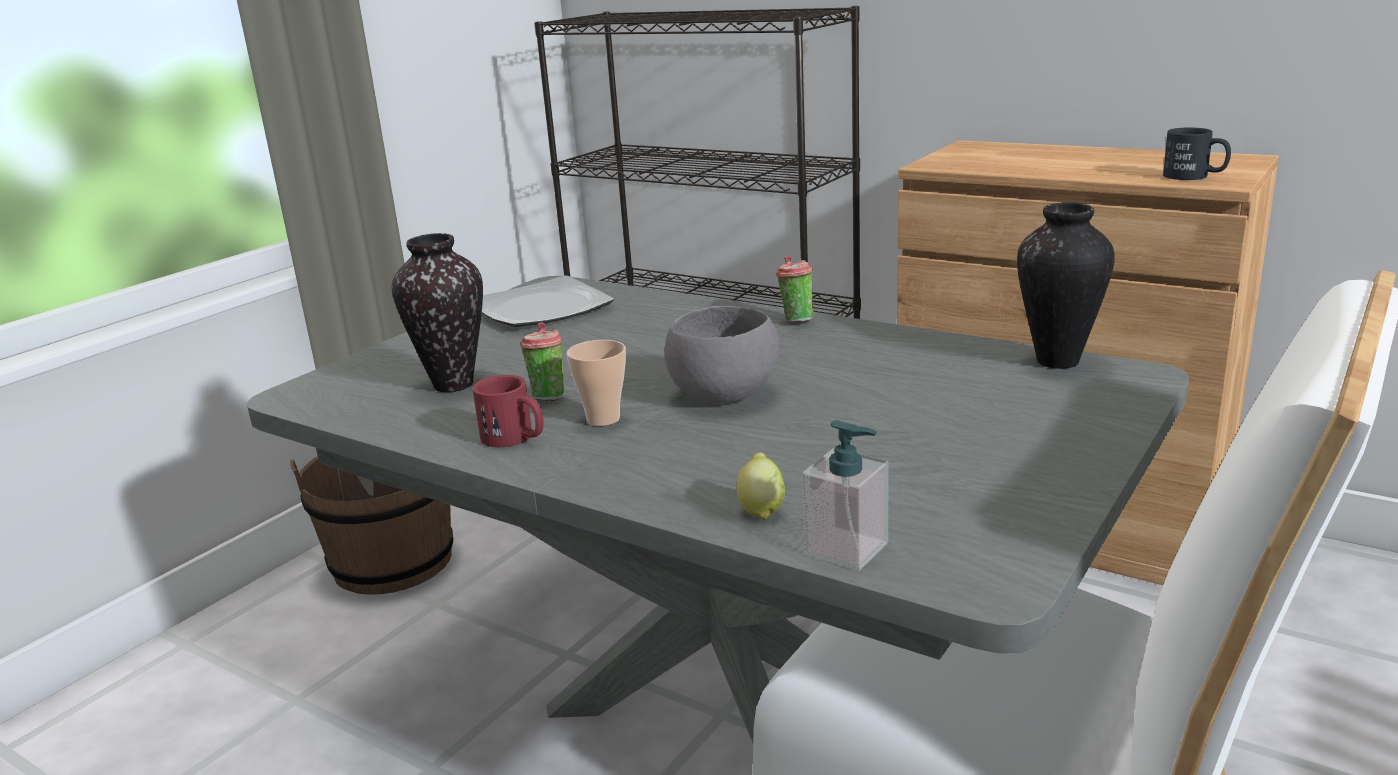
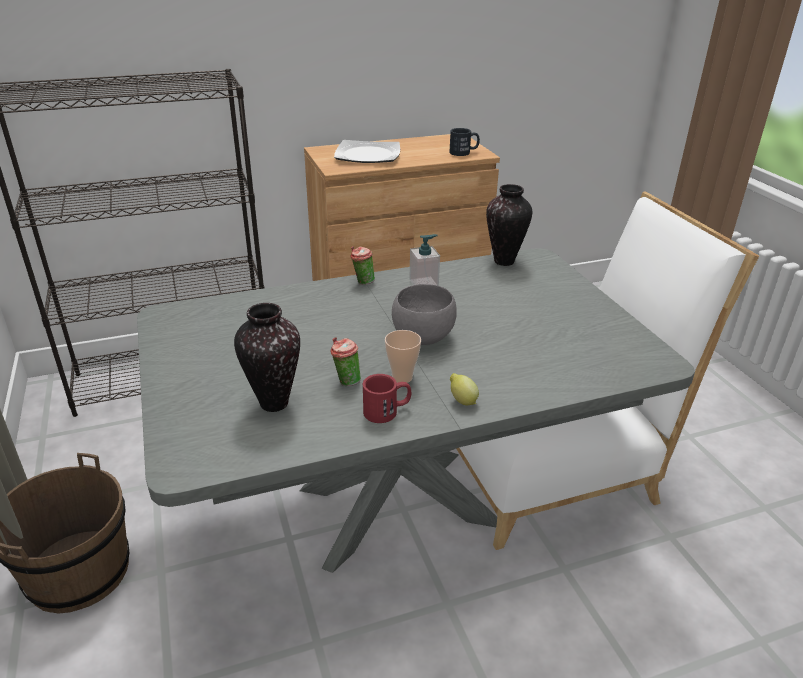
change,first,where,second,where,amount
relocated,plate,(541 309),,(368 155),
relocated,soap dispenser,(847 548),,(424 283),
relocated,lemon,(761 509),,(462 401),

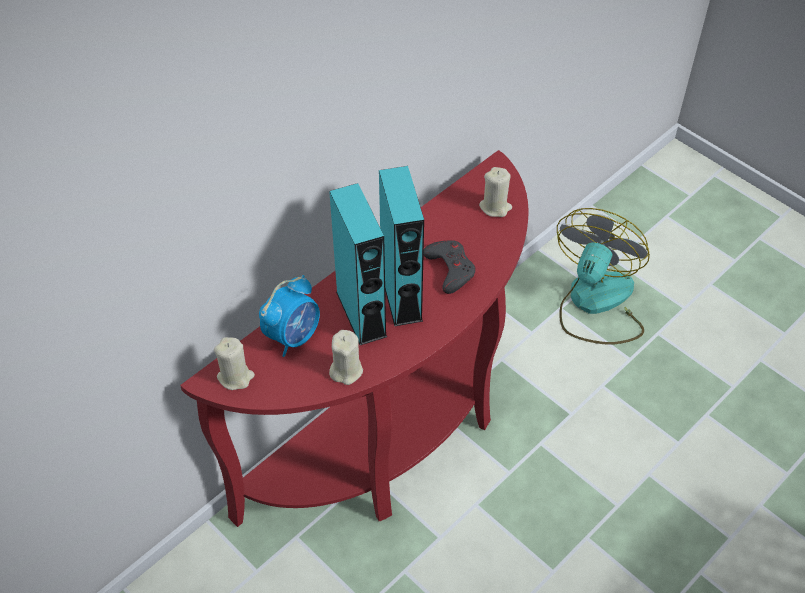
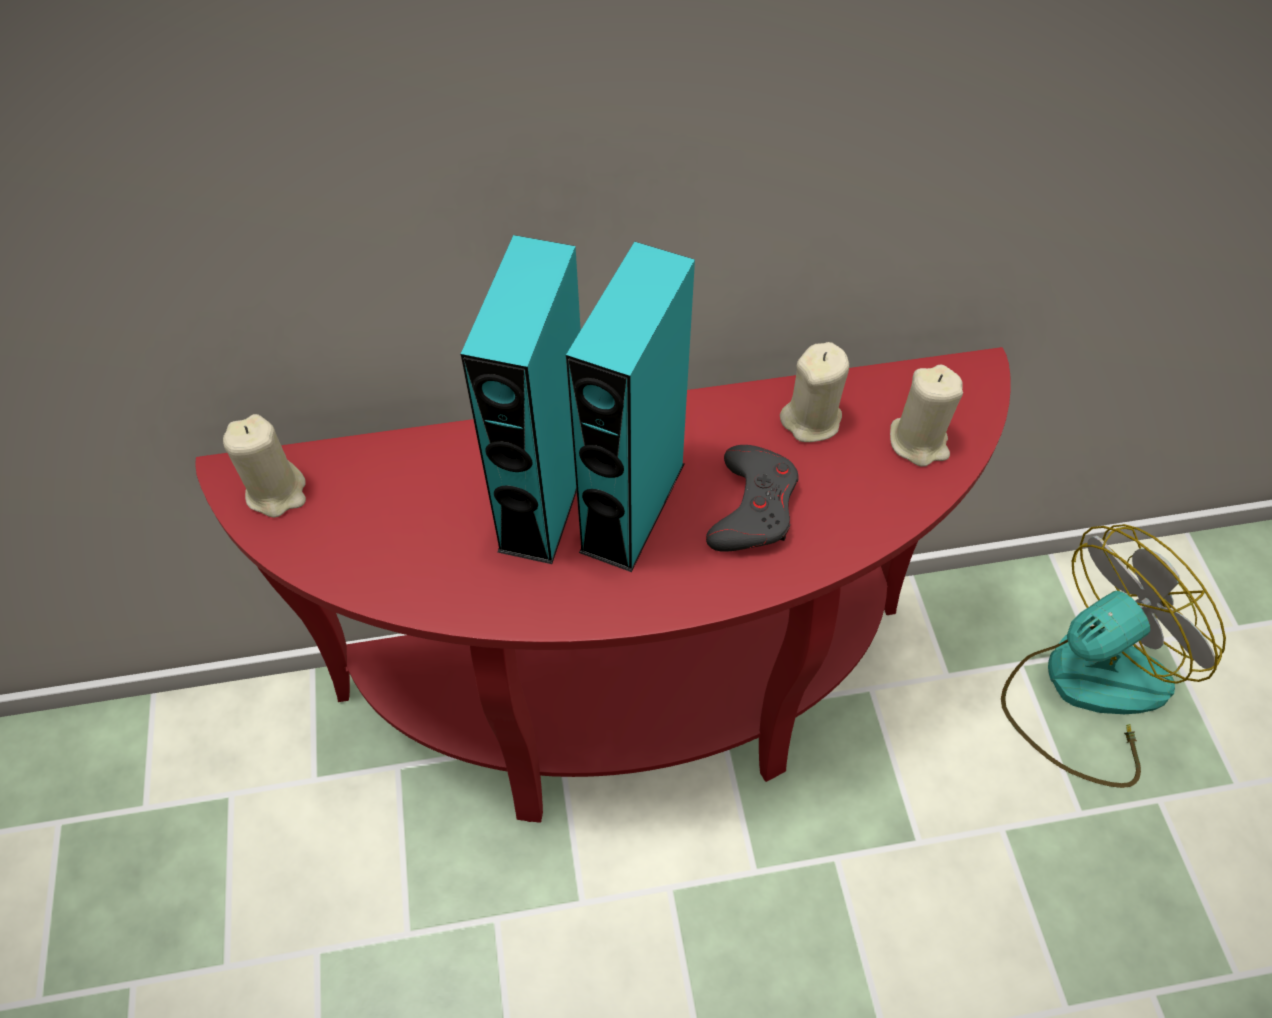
change,first,where,second,where,amount
missing,alarm clock,(293 336),,,
relocated,beige candle,(346 370),,(811 419),

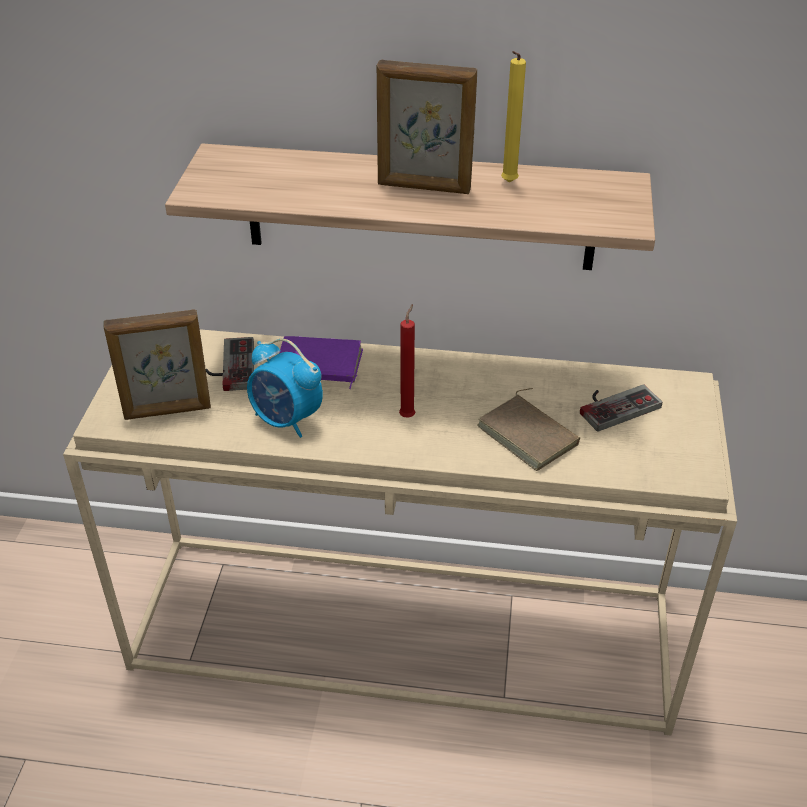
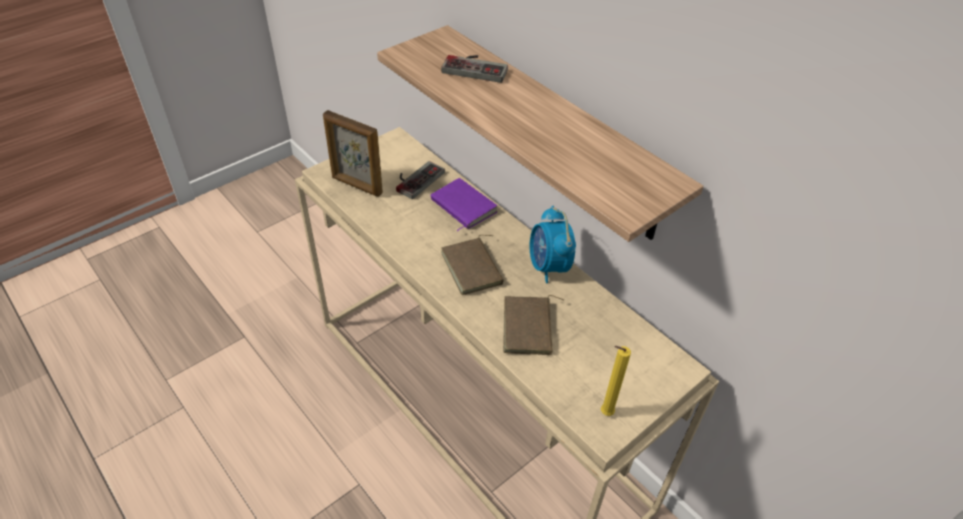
change,first,where,second,where,amount
relocated,yellow candle,(507 183),,(604 413),
missing,picture frame,(424 187),,,
exchanged,red candle,(408 415),brown book,(474 268),
relocated,alarm clock,(286 420),,(548 267),
relocated,game controller,(614 404),,(476 67),

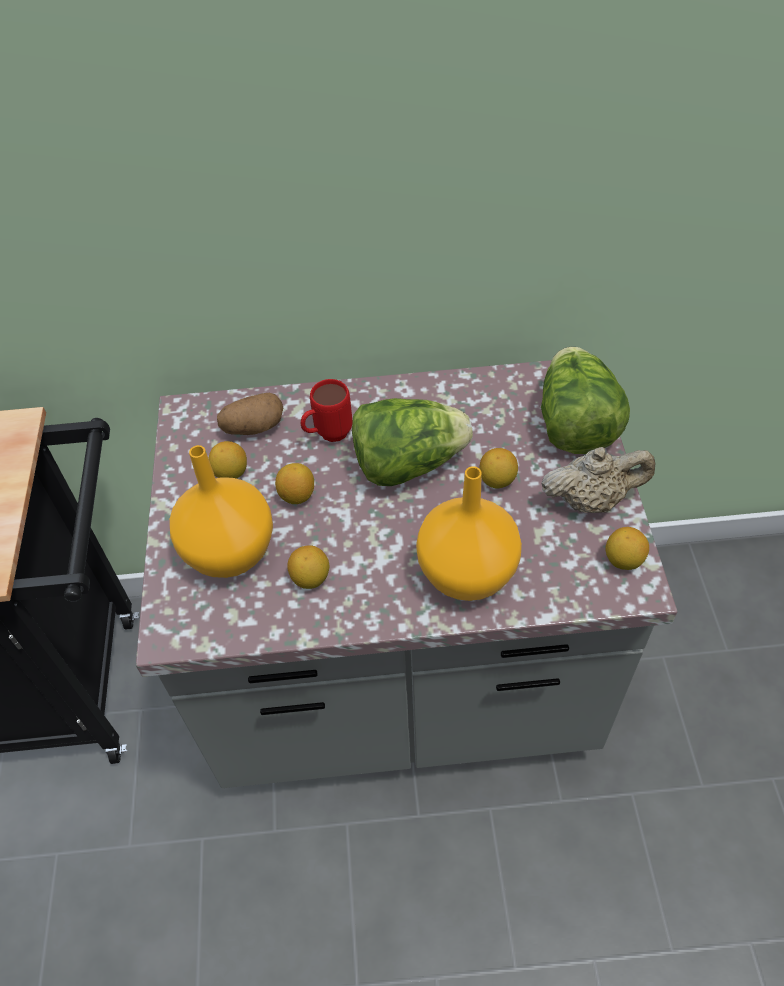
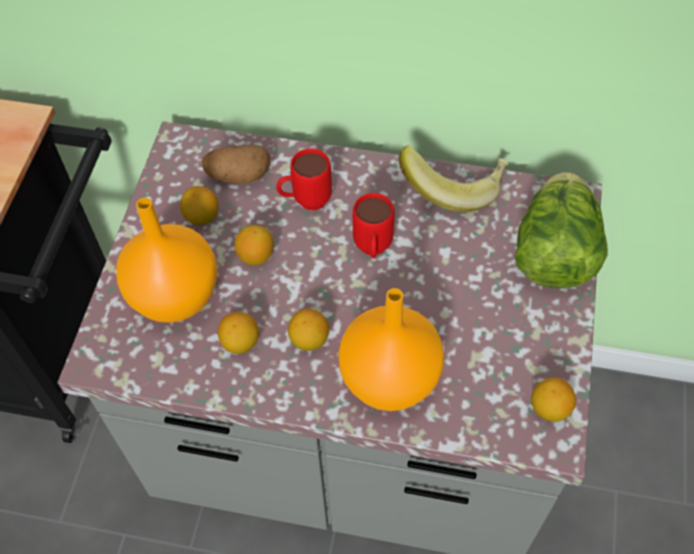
change,first,where,second,where,amount
exchanged,lettuce,(408 463),red mug,(372 251),
missing,beige teapot,(591 500),,,
relocated,lemon,(497 480),,(309 340),
appeared,,,banana,(453 186),

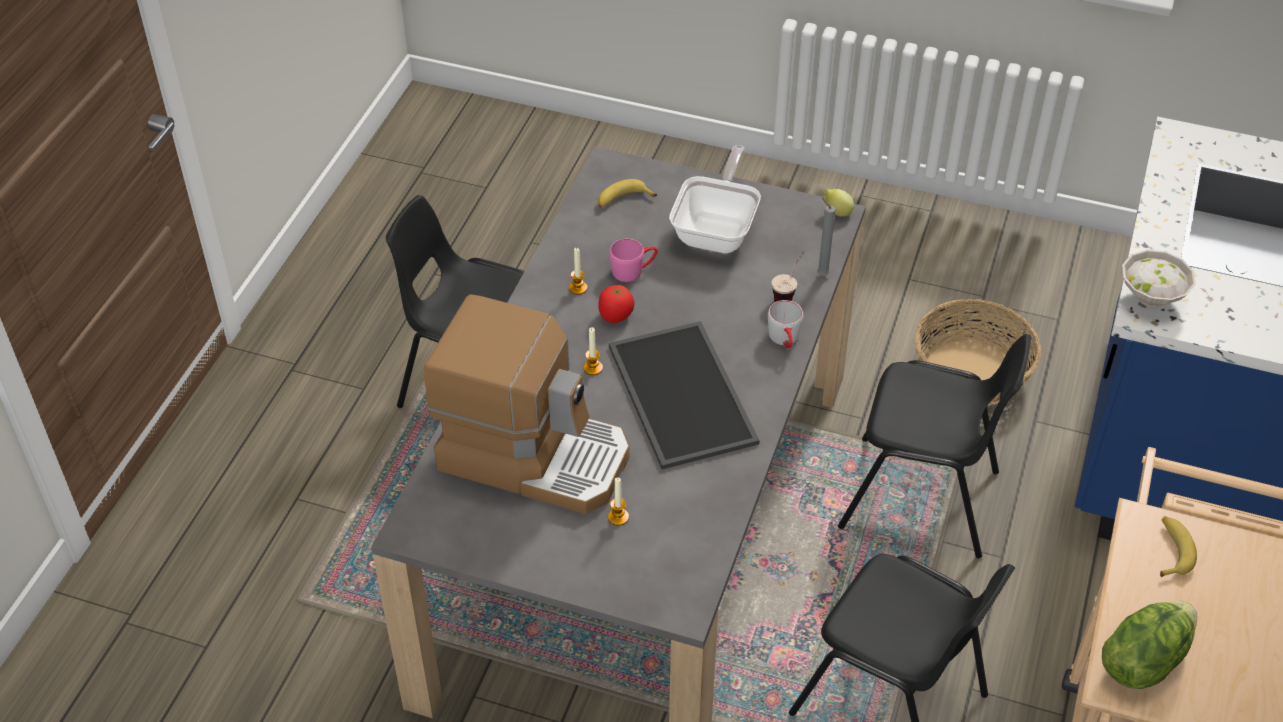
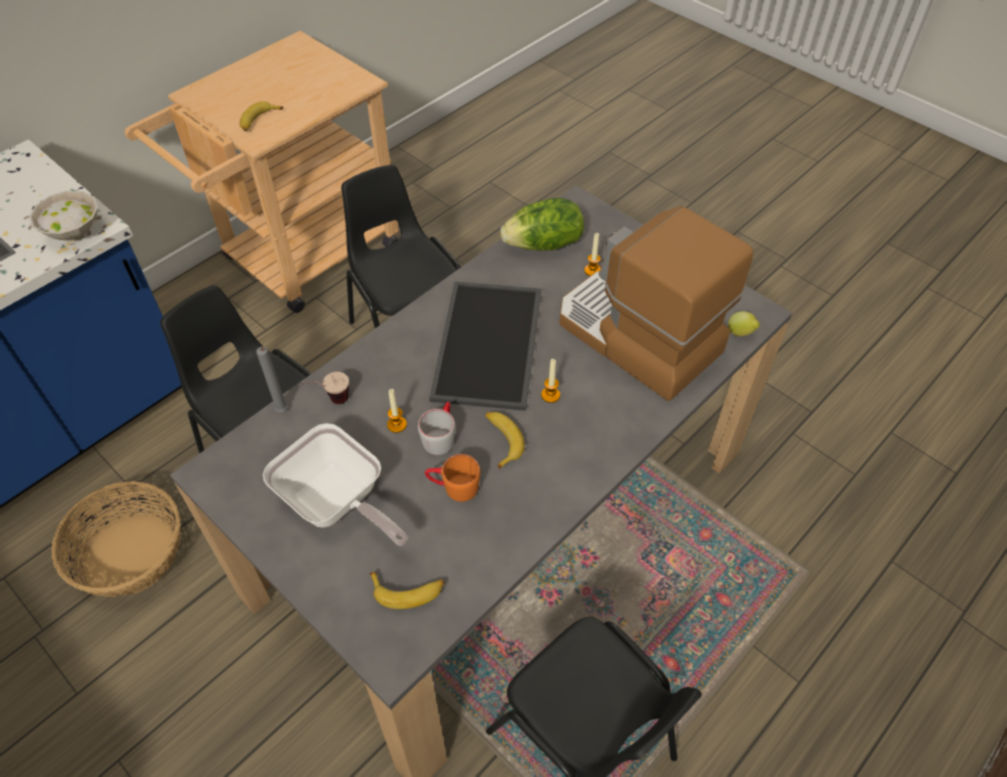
change,first,where,second,where,amount
spun,frying pan,(717 230),,(337 504),90 degrees counterclockwise
relocated,lemon,(837 212),,(740 333),
colour,pink mug,(633 270),orange mug,(453 487),
relocated,candle,(578 288),,(397 424),
exchanged,tomato,(615 316),banana,(501 440),
relocated,grey mug,(785 340),,(440 436),
relocated,lettuce,(1142 660),,(544 244),

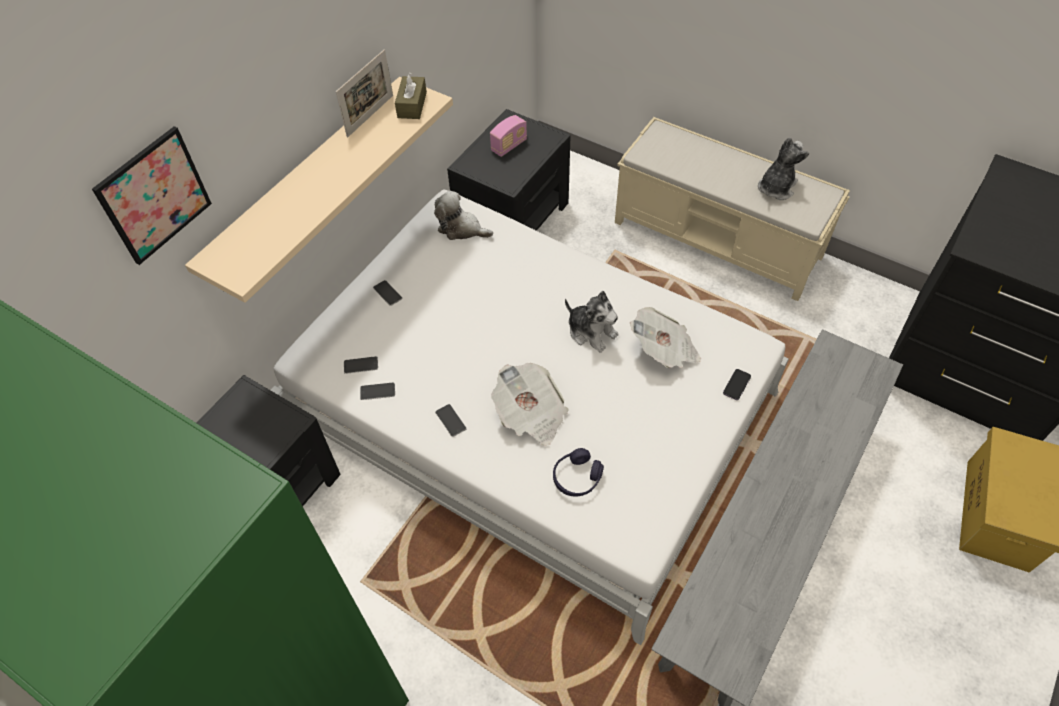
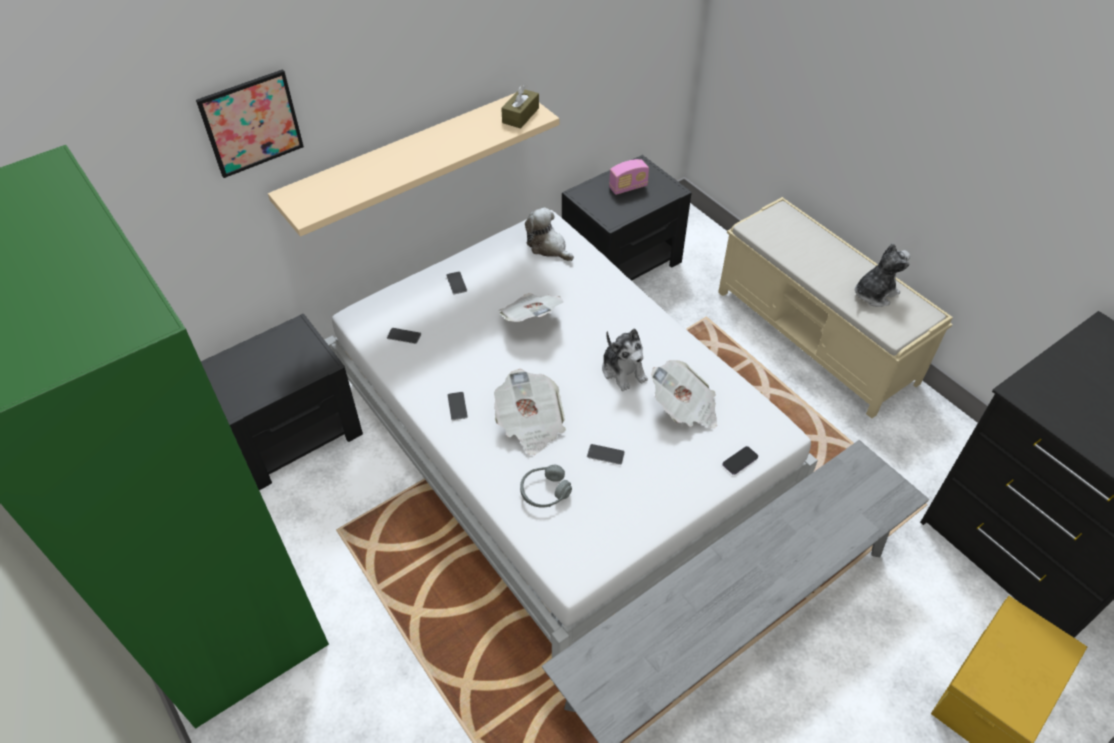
change,first,where,second,where,amount
missing,picture frame,(370 116),,,
relocated,phone,(377 391),,(605 454),
colour,purple headphones,(577 477),grey headphones,(545 491),
appeared,,,newspaper,(530 318),

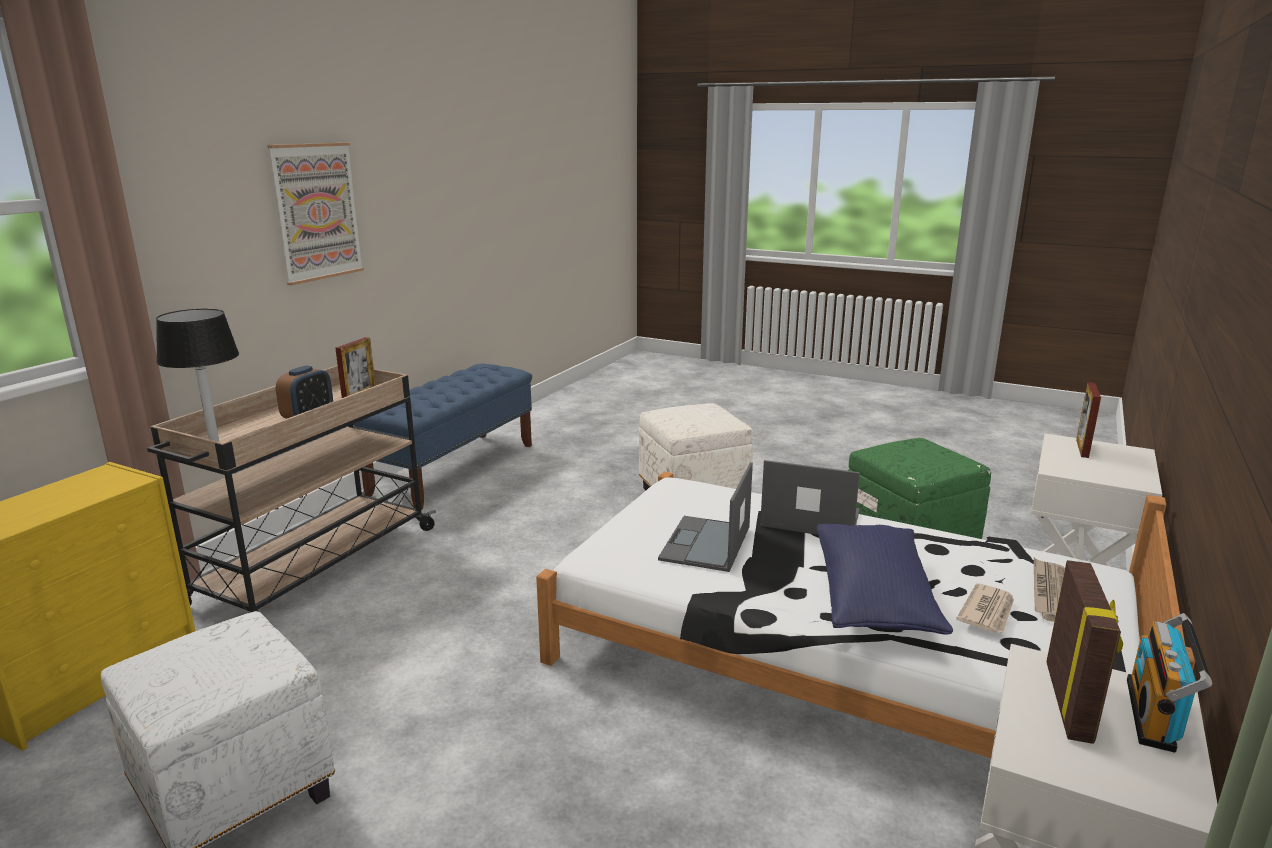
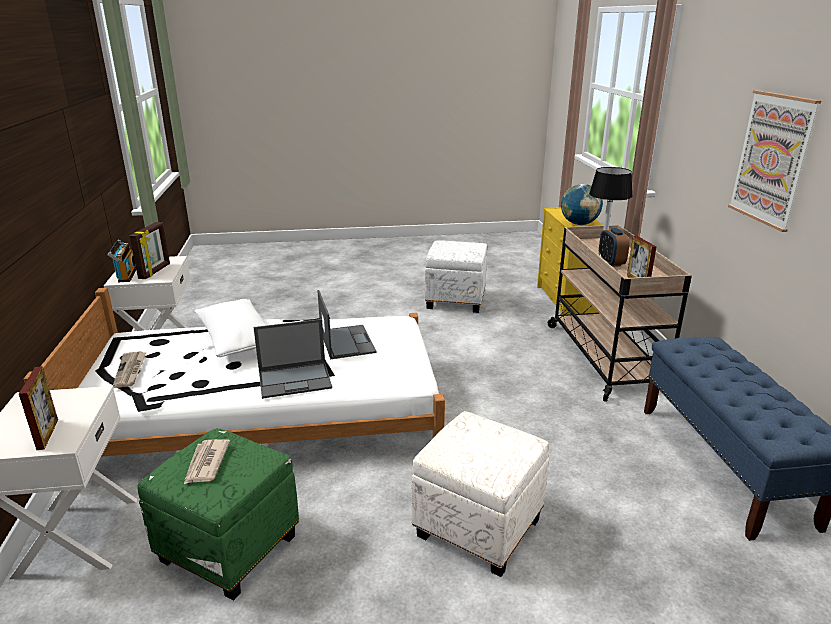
change,first,where,second,where,amount
colour,blue pillow,(873 599),white pillow,(236 340),
spun,picture frame,(1070 702),,(155 271),150 degrees counterclockwise
relocated,newspaper,(988 612),,(206 463),
appeared,,,globe,(579 224),

